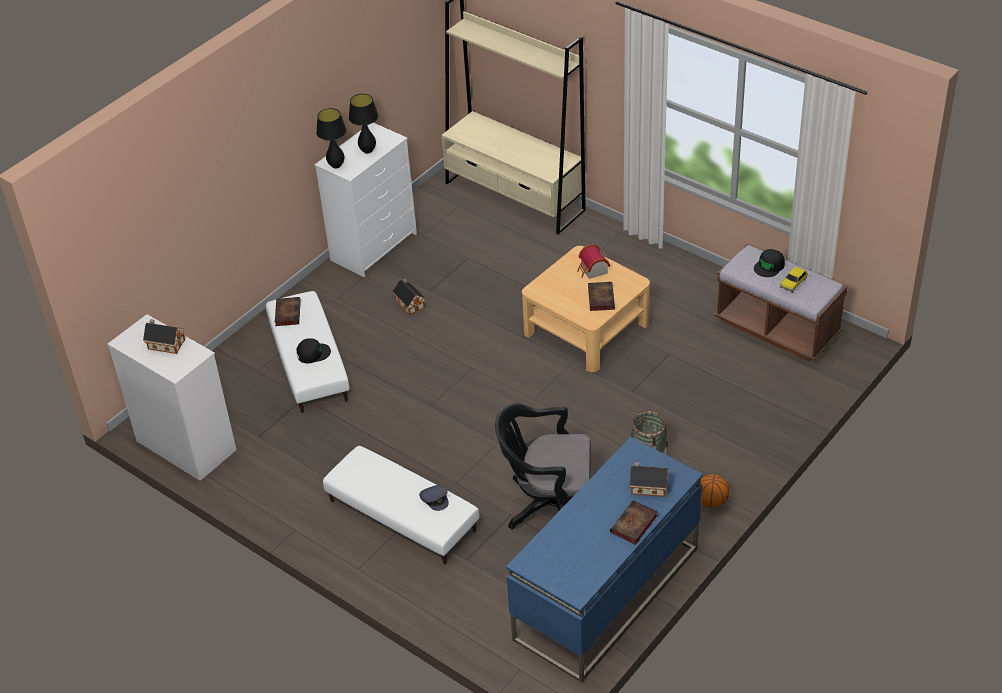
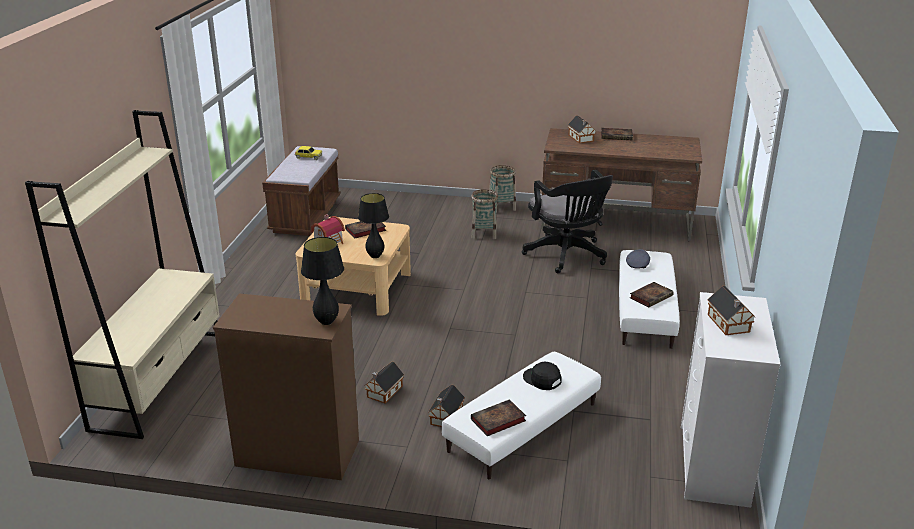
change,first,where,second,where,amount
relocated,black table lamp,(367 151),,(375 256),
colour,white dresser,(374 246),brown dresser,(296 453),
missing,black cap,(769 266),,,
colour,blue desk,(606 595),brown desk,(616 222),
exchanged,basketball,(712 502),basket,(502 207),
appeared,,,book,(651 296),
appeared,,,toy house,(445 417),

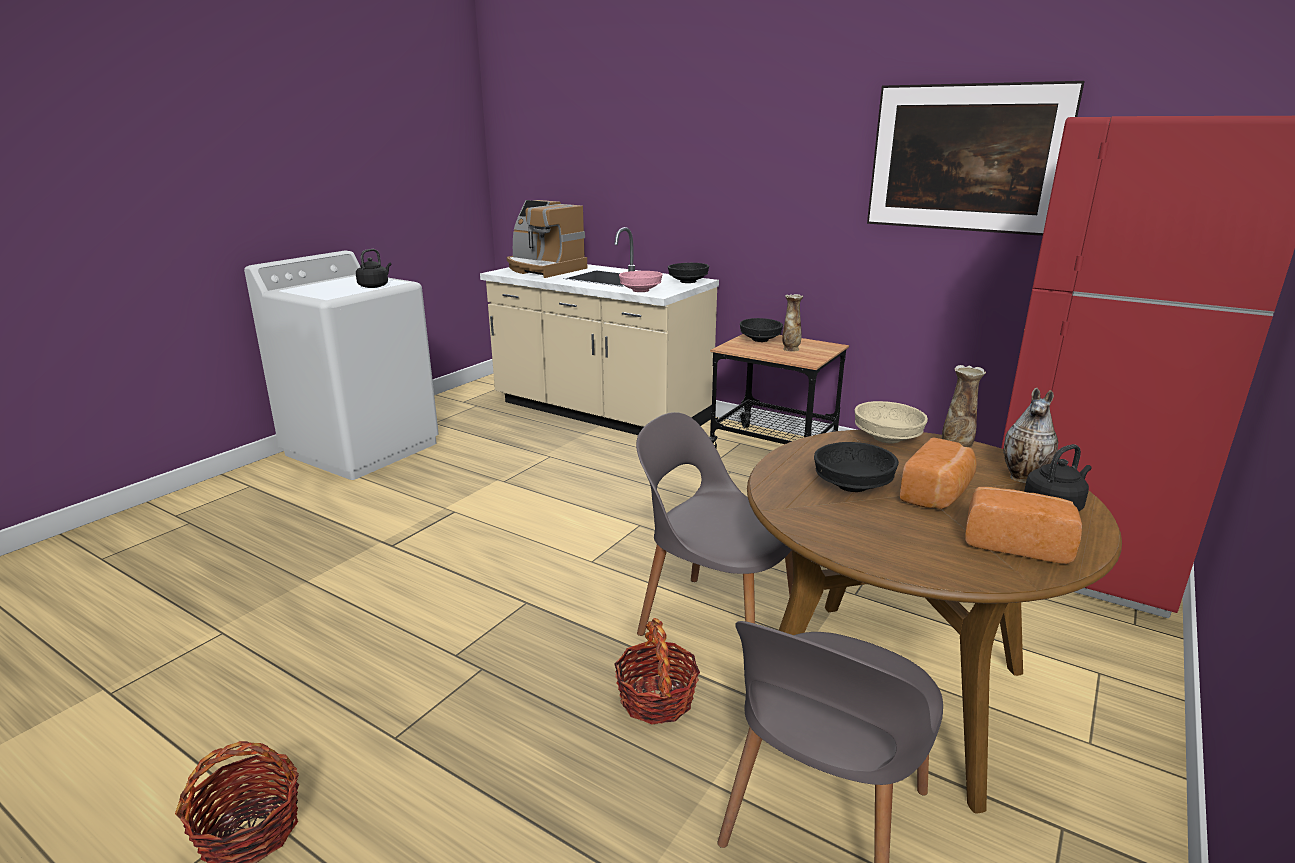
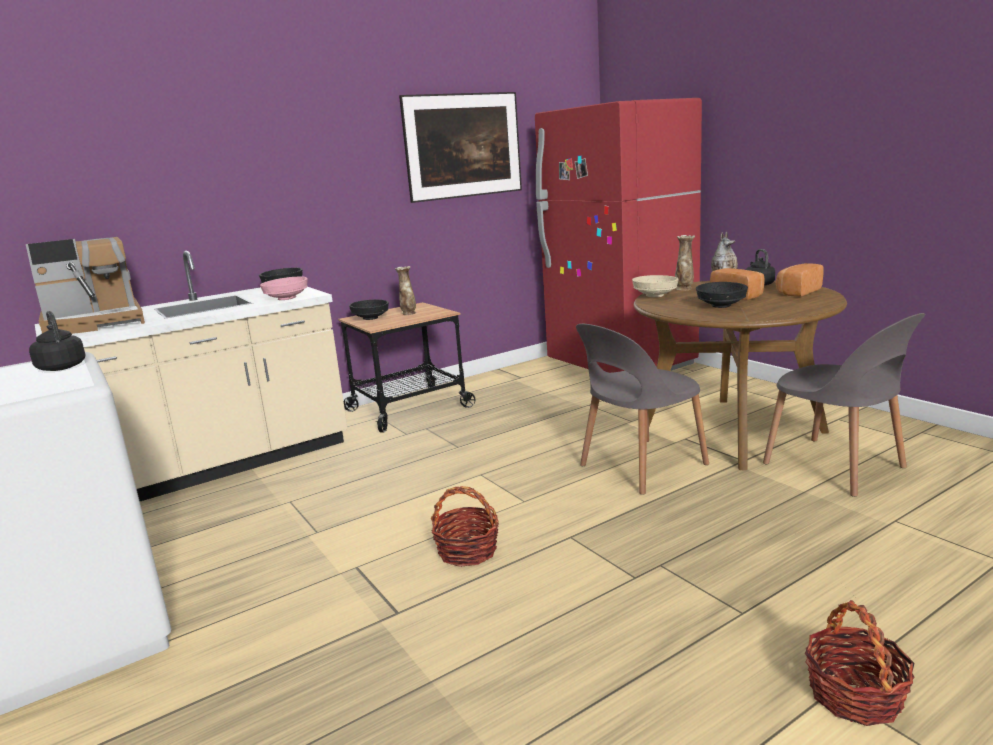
change,first,where,second,where,amount
relocated,basket,(656 699),,(467 551),

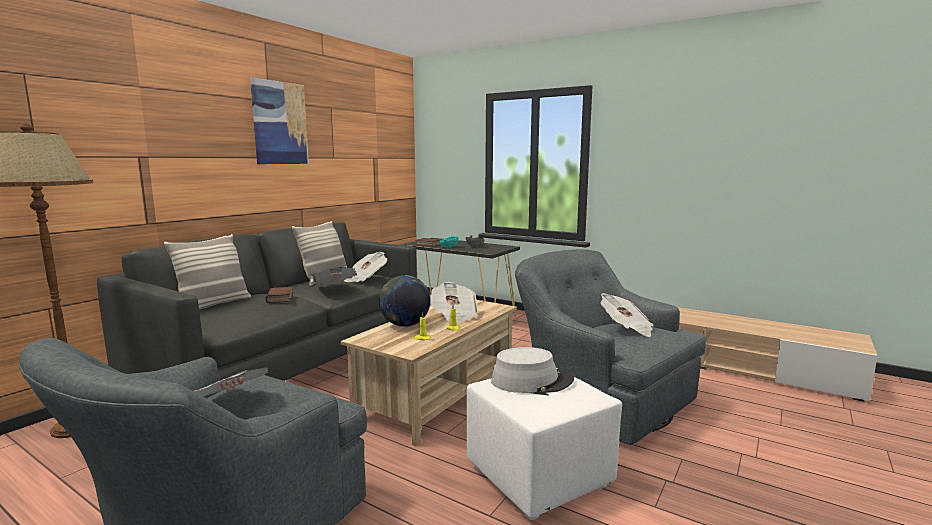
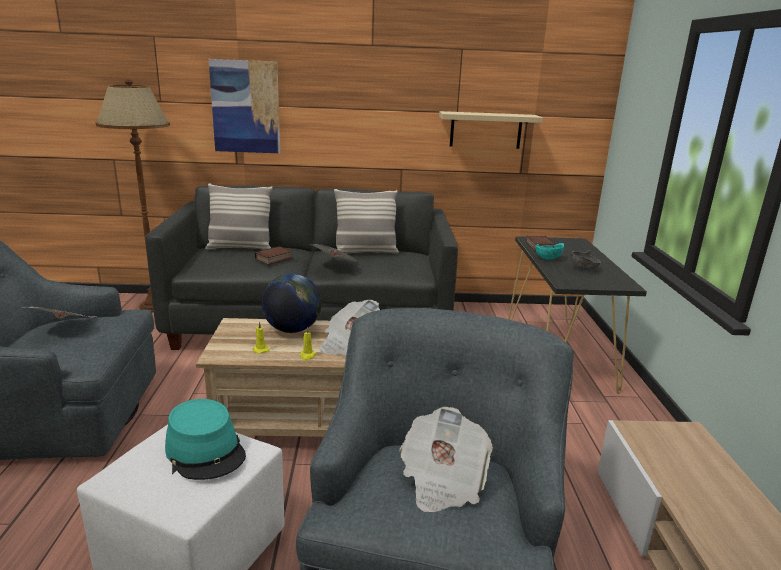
change,first,where,second,where,amount
relocated,picture,(280 123),,(245 107),
missing,newspaper,(365 279),,,
colour,grey hat,(532 381),turquoise hat,(206 450),
appeared,,,beige shelf,(485 130),

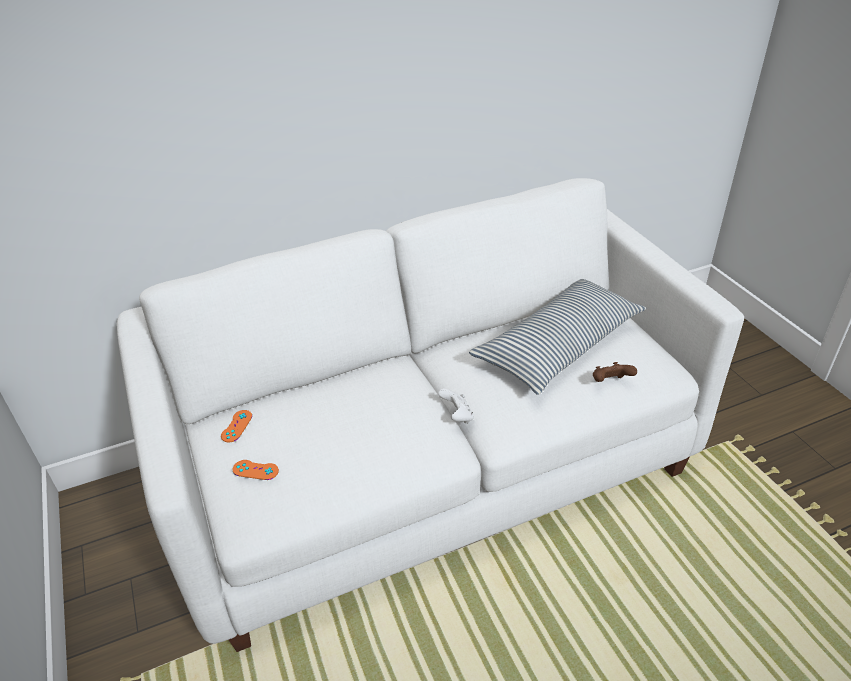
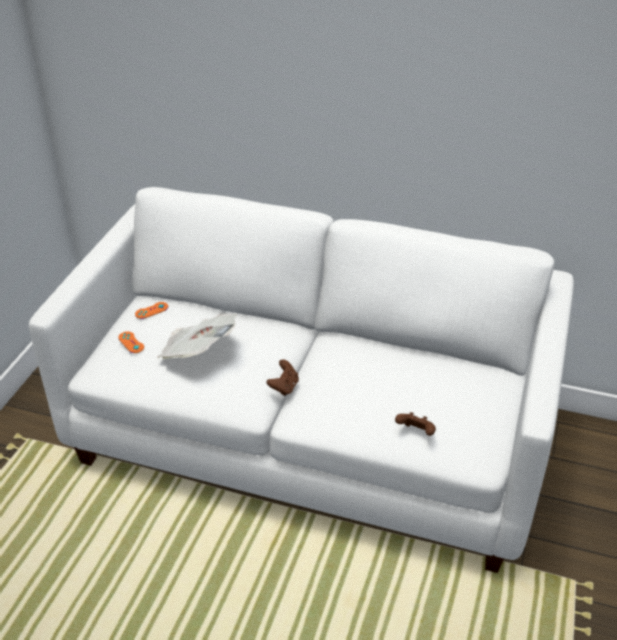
change,first,where,second,where,amount
missing,pillow,(558 345),,,
colour,white game controller,(457 416),brown game controller,(284 387),
appeared,,,newspaper,(198 352),

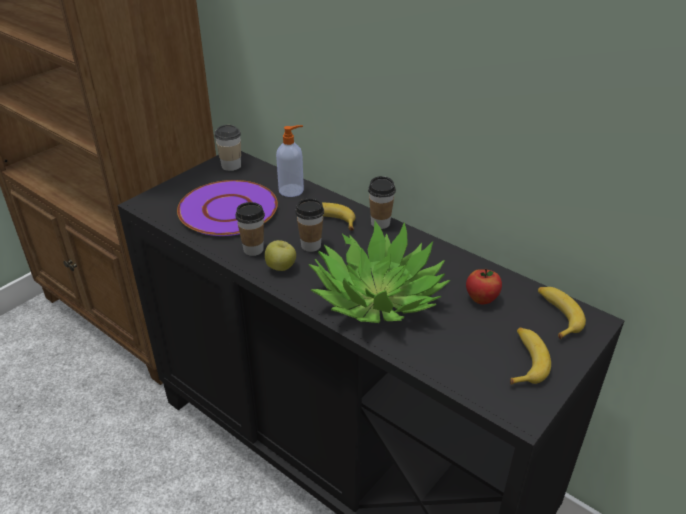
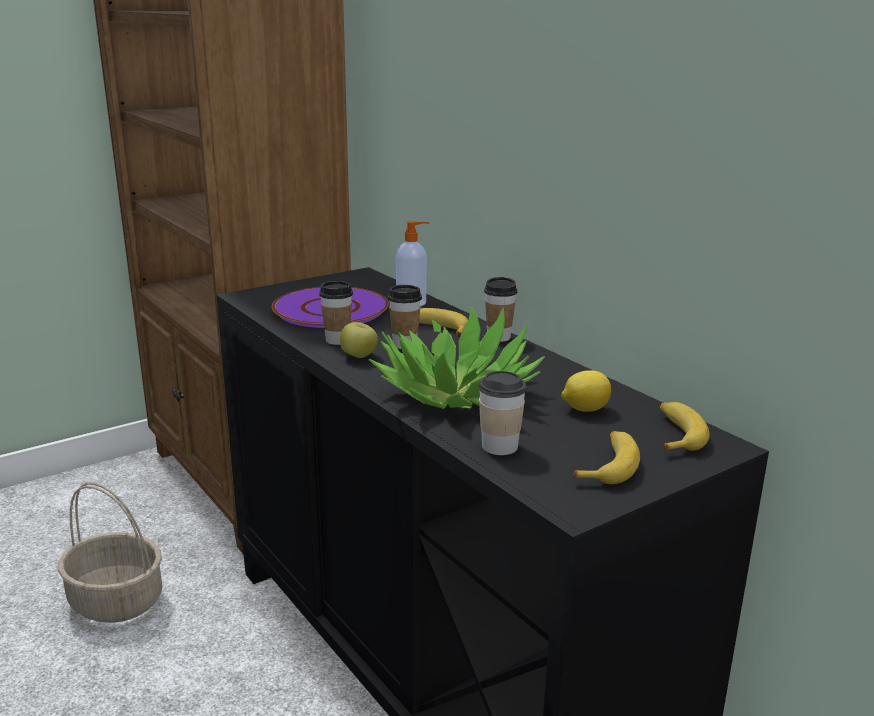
change,first,where,second,where,amount
relocated,cup,(231 166),,(499 446),
exchanged,apple,(481 299),lemon,(584 409),
appeared,,,basket,(118 601),

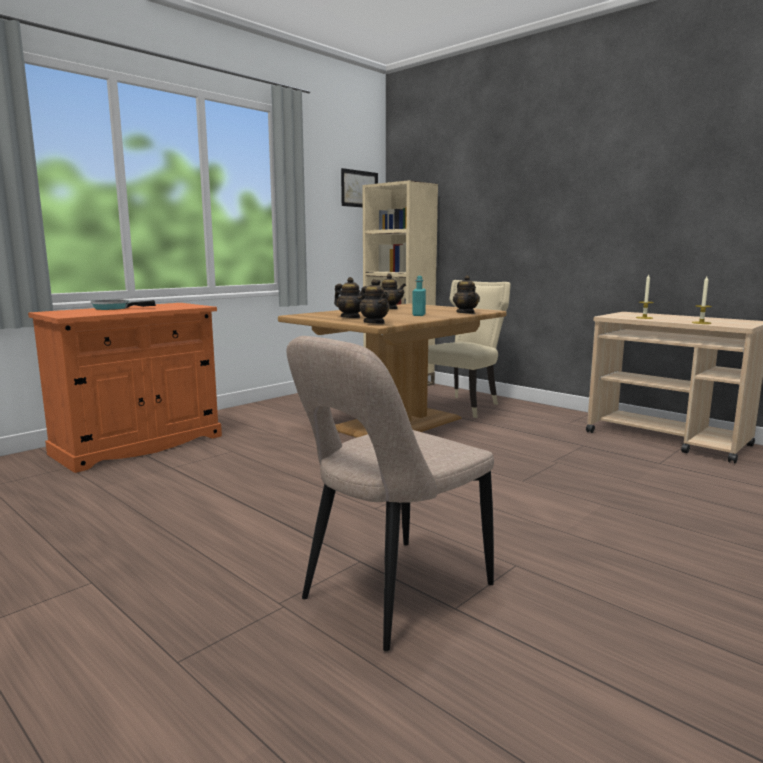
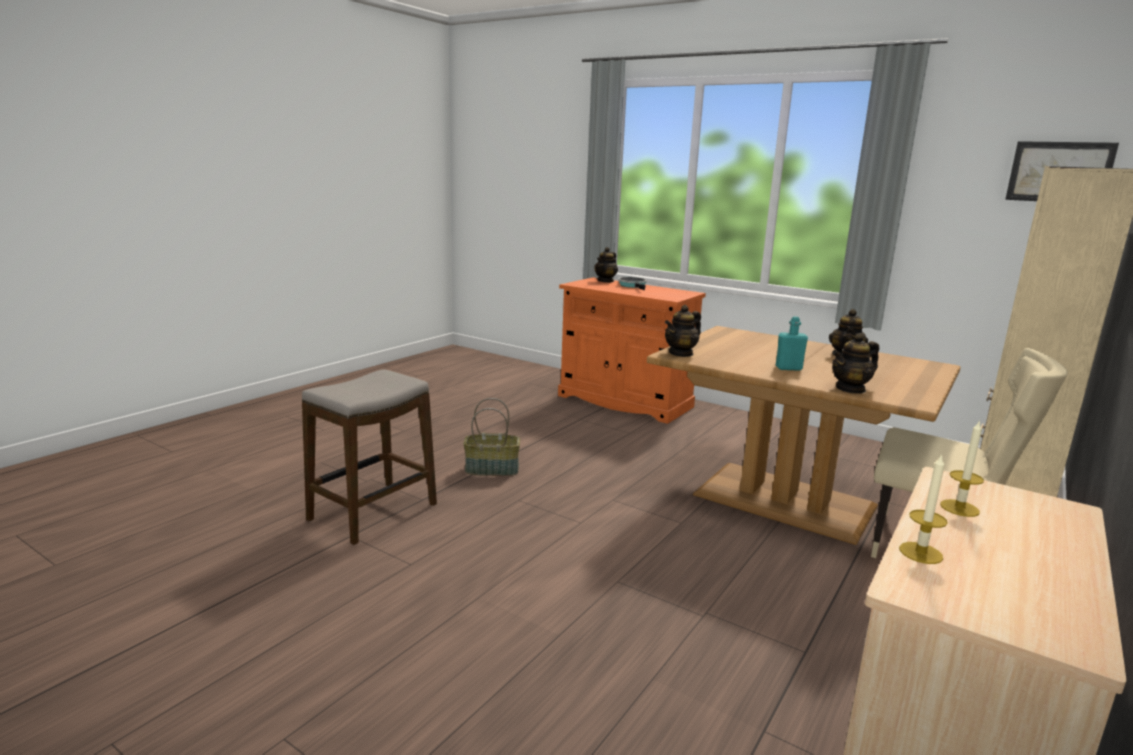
change,first,where,second,where,amount
relocated,teapot,(350 317),,(605 281),
exchanged,beige chair,(391 595),stool,(372 512),
appeared,,,basket,(492 469),

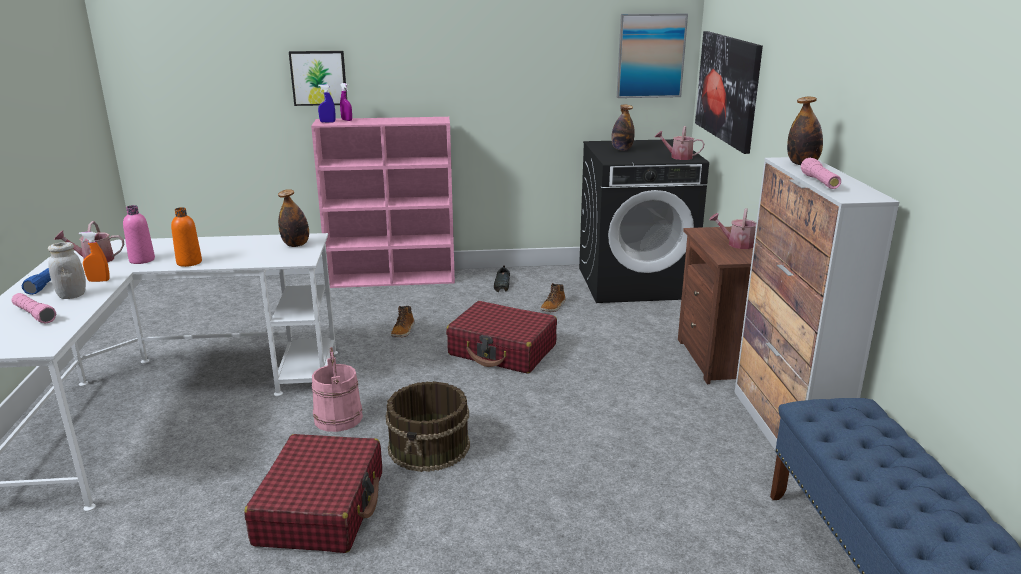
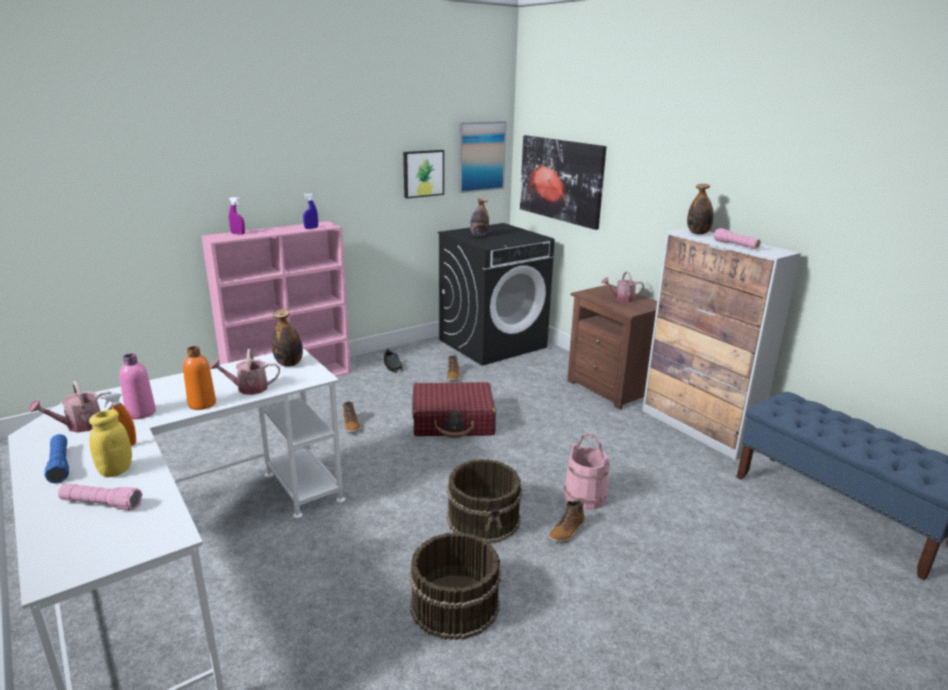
change,first,where,second,where,amount
relocated,picture,(319 78),,(423 173),
relocated,blue spray bottle,(327 122),,(311 228),
relocated,watering can,(678 157),,(248 388),
colour,white jar,(72 295),yellow jar,(116 470),
relocated,pink bucket,(338 418),,(585 496),
exchanged,red suitcase,(321 508),brown bucket,(454 604),
appeared,,,boot,(567 532),

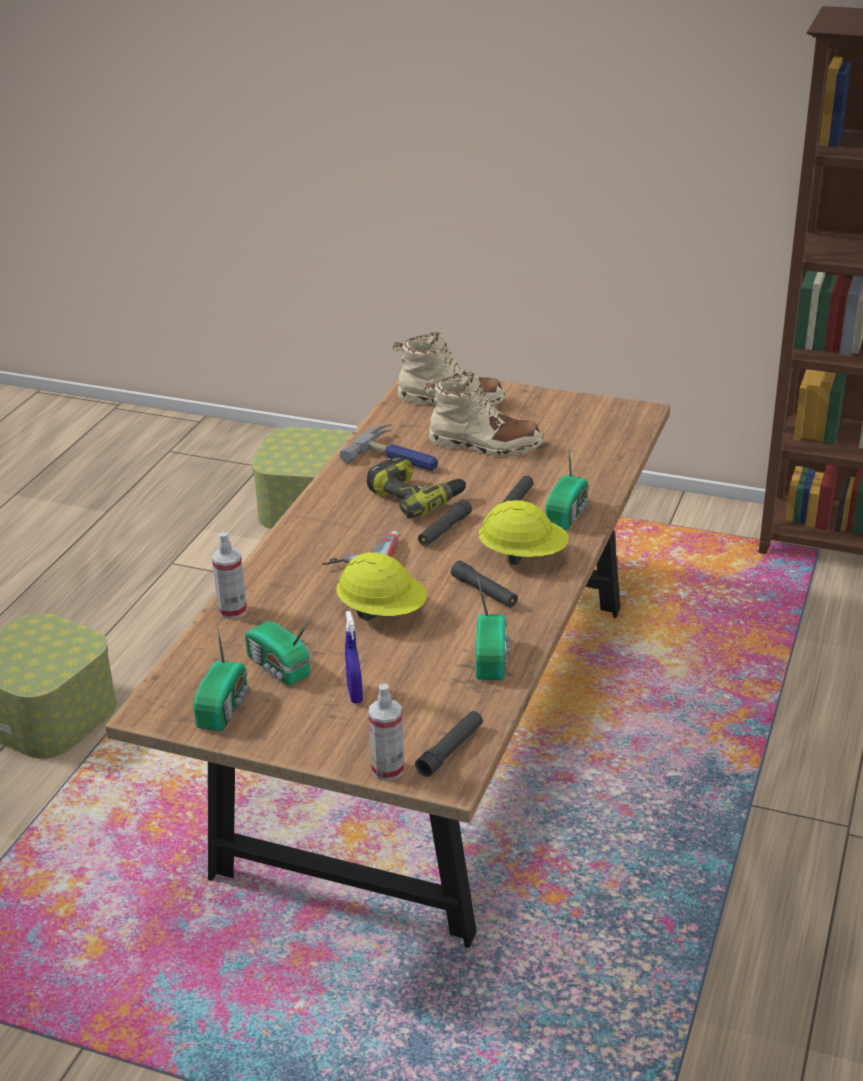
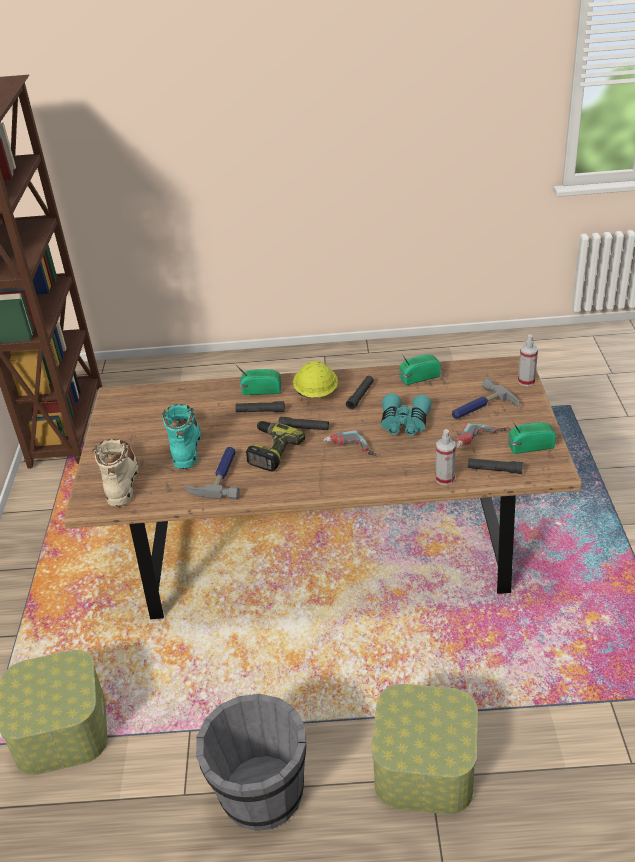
change,first,where,second,where,amount
colour,beige boot,(485 445),turquoise boot,(185 444),
exchanged,yellow hard hat,(382 612),turquoise binoculars,(404 423),
exchanged,blue spray bottle,(355 694),hammer,(481 408),
exchanged,radio,(278 668),power drill,(482 441),
relocated,black flashlight,(450 750),,(494 470),
appeared,,,grey bucket,(261 793),

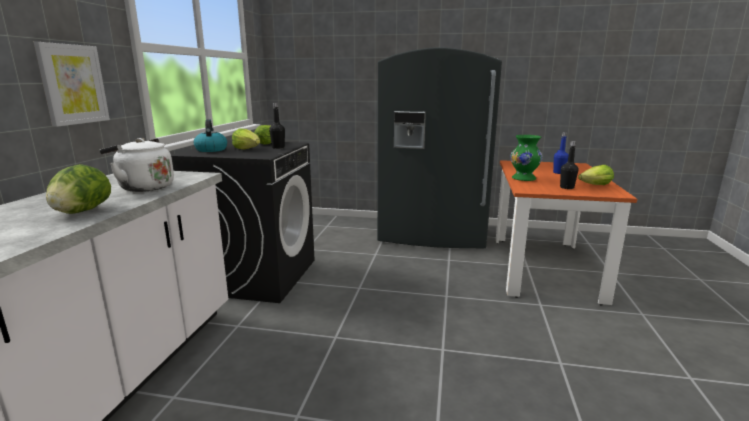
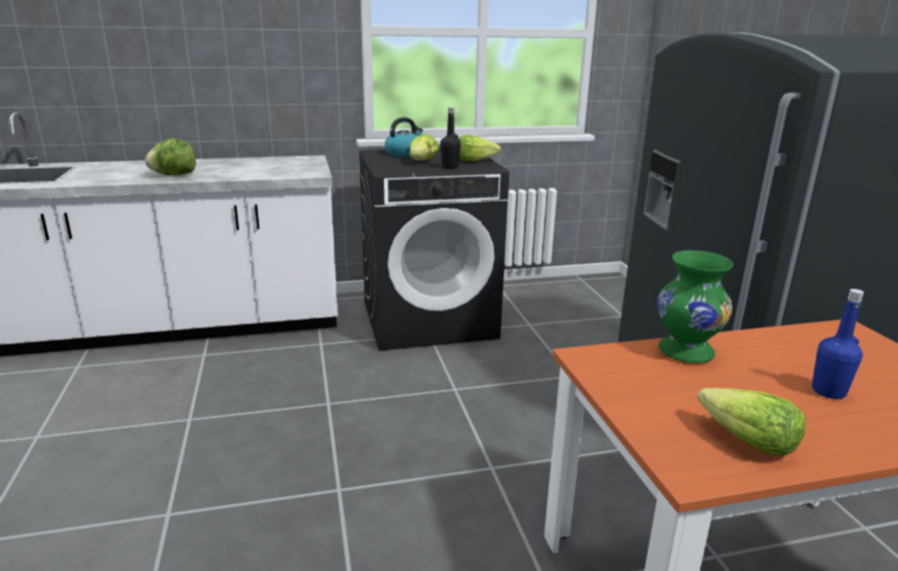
change,first,where,second,where,amount
missing,picture,(72 84),,,
missing,white kettle,(143 187),,,
missing,black bottle,(567 187),,,

